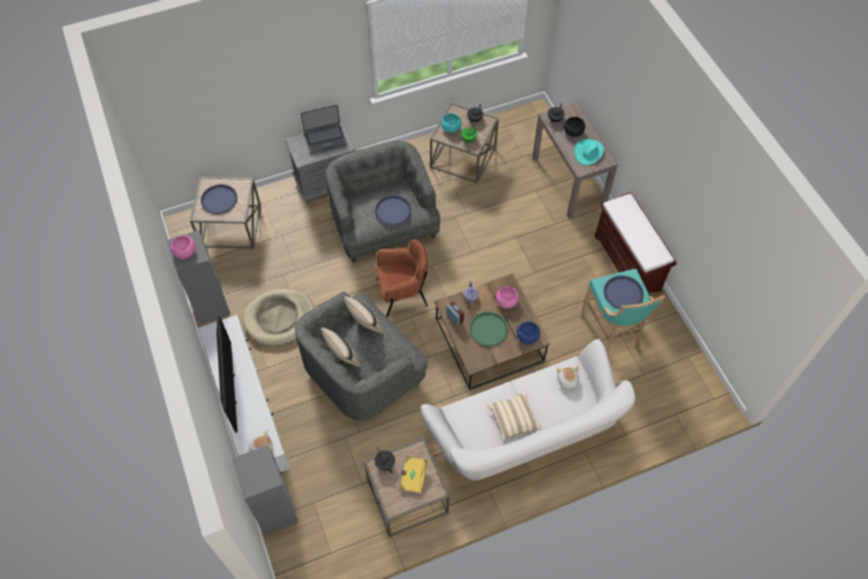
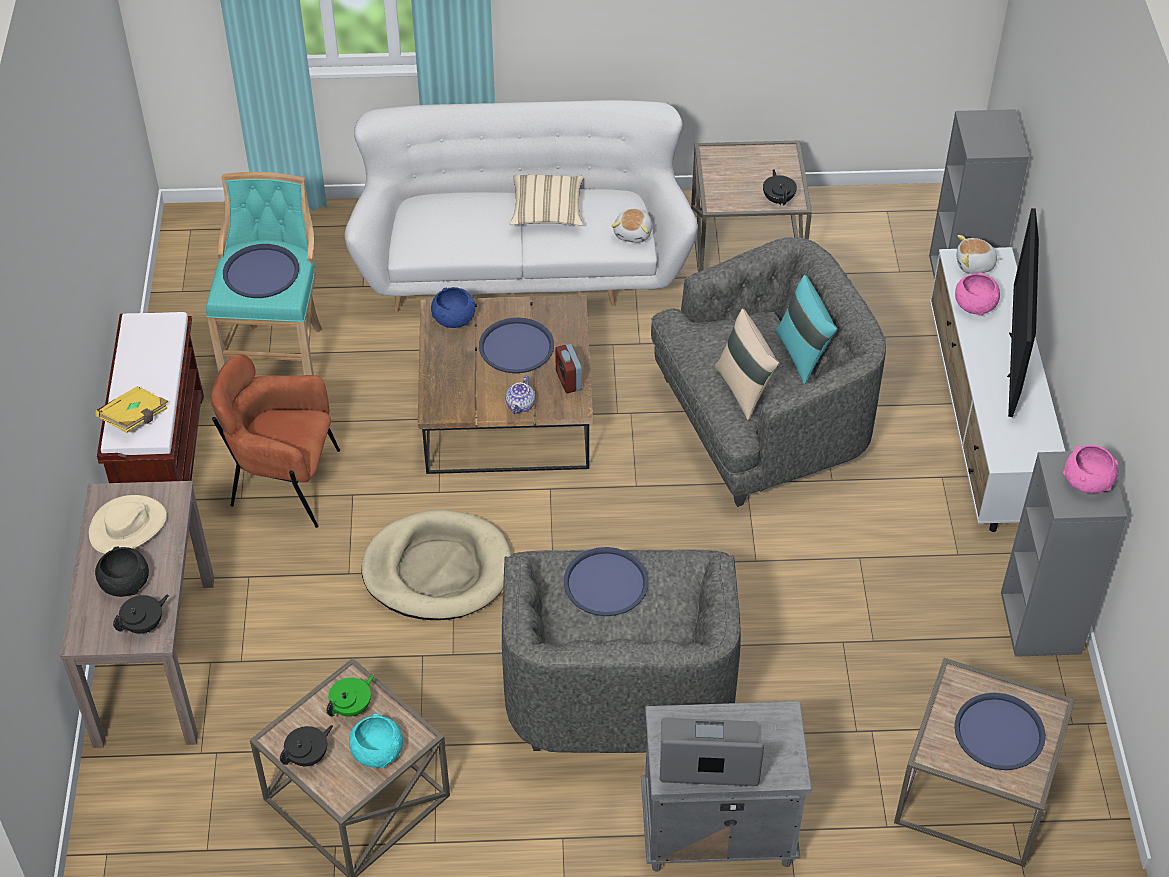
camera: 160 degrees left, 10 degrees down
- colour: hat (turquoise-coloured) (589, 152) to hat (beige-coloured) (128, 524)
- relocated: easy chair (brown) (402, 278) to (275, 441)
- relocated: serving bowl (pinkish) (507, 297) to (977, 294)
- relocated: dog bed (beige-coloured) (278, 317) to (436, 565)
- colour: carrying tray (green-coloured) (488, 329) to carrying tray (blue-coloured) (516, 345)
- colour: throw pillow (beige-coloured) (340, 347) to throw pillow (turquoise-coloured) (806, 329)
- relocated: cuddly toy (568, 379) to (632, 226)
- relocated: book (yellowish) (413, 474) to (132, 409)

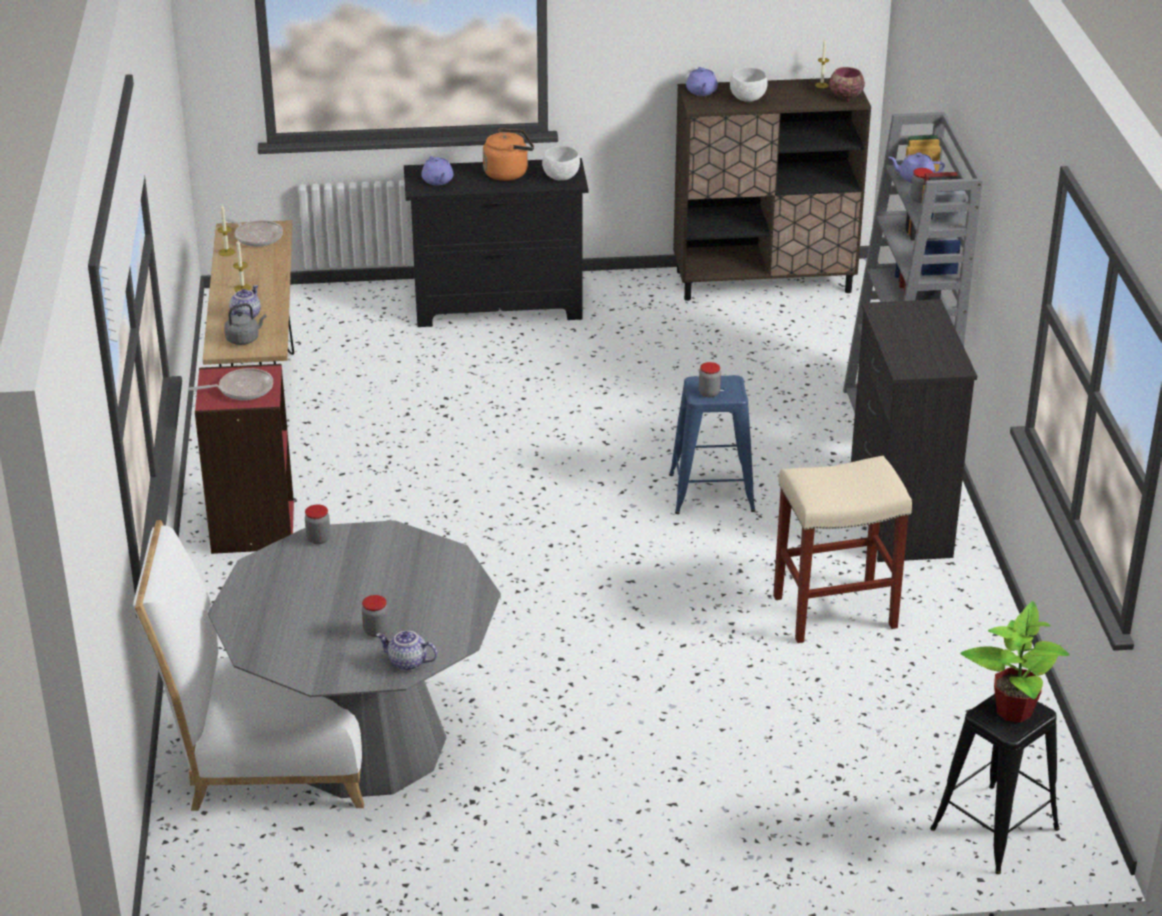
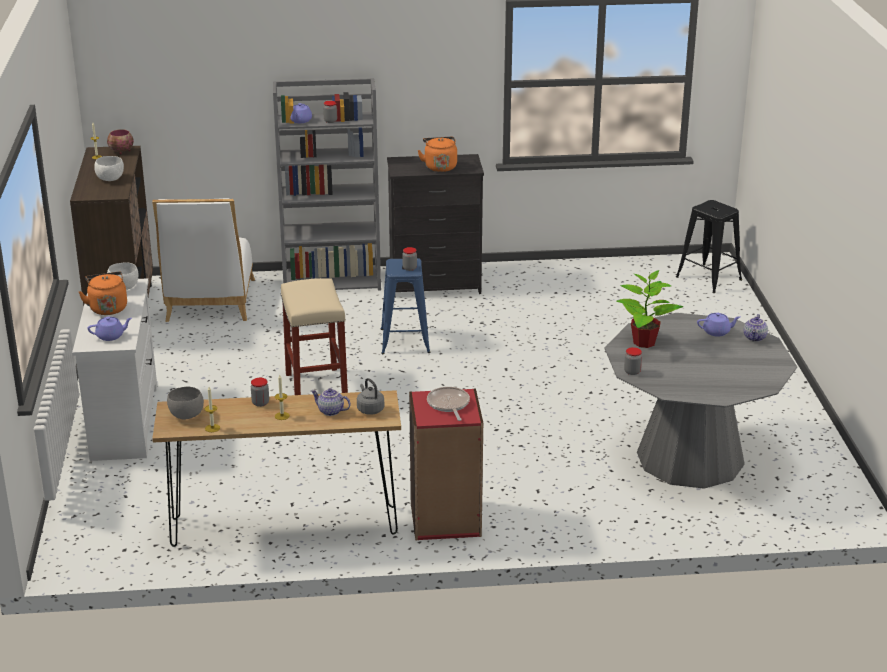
camera: 90 degrees left, 5 degrees down
- relocated: teapot (purplish) (702, 81) to (718, 325)
- colour: drawer chest (black) (496, 242) to drawer chest (white-coloured) (114, 369)
- exchanged: skillet (252, 232) to serving bowl (grey) (185, 403)
- relocated: stool (beige-coloured) (842, 549) to (314, 336)
- relocated: upright chair (white-coloured) (248, 665) to (203, 260)
- relocated: storage jar (375, 616) to (260, 392)
- relocated: houseplant (1015, 662) to (649, 309)
- appeared: water kettle (orange) (437, 154)

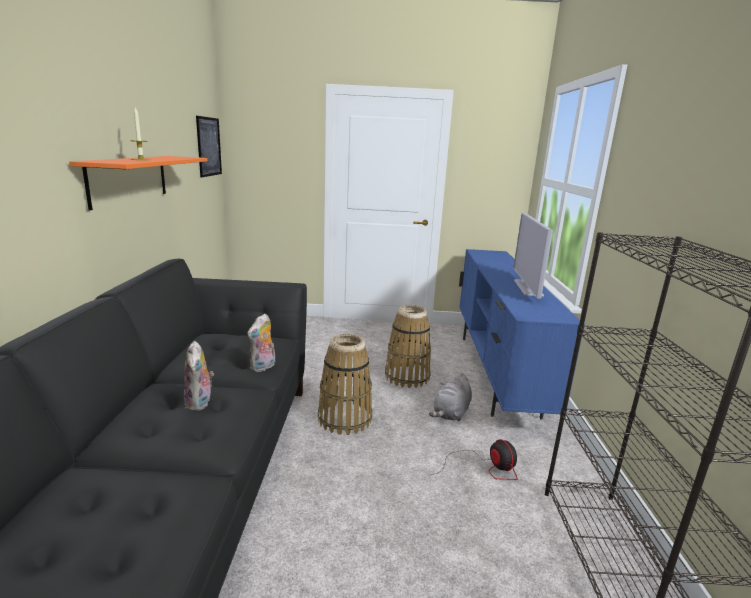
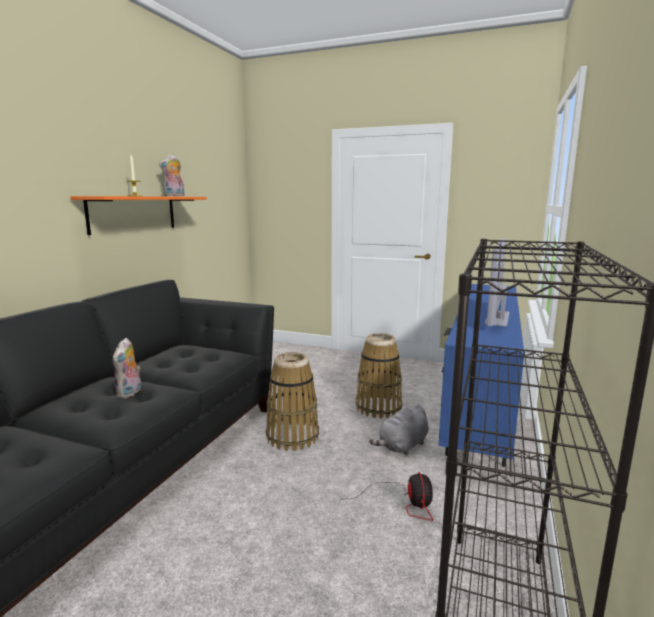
camera: 20 degrees right, 5 degrees down
- missing: wall art (209, 147)
- relocated: cuddly toy (261, 342) to (172, 175)

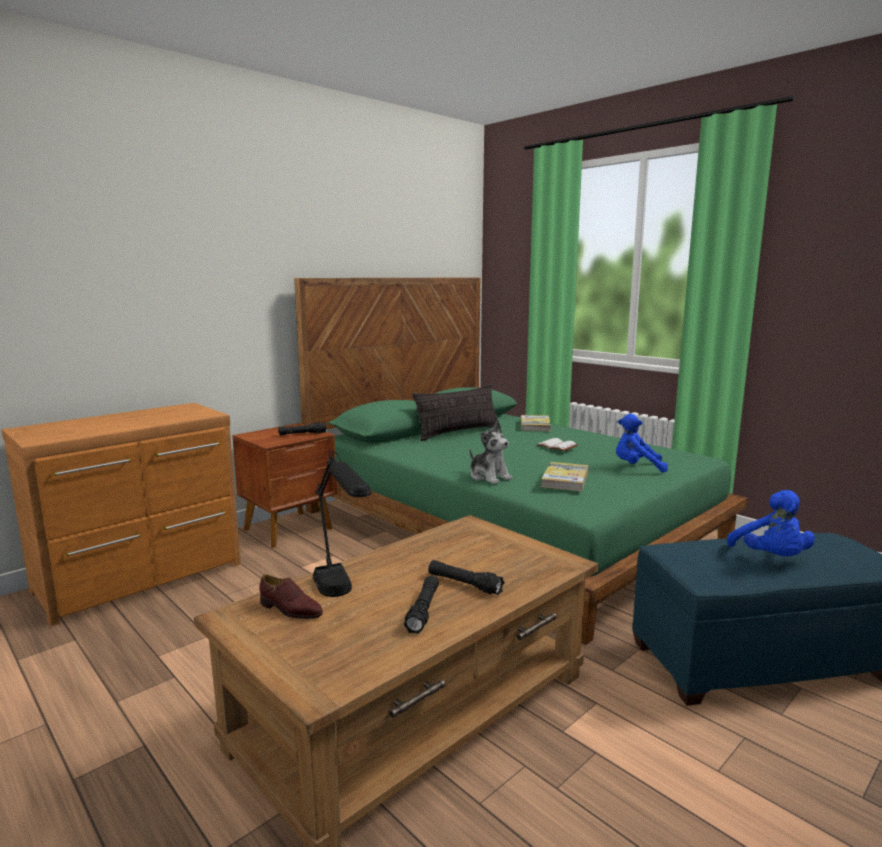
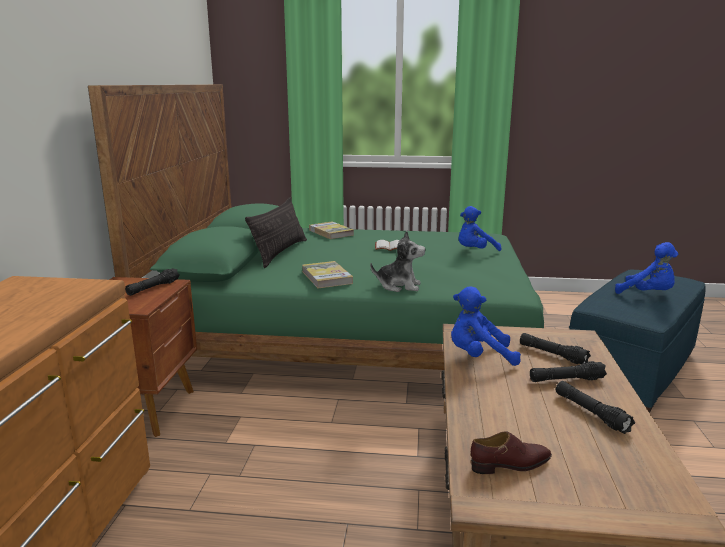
camera: 40 degrees left, 5 degrees up
- missing: lamp for a table (black) (342, 524)
- relocated: book (565, 476) to (327, 274)
- appeared: cuddly toy (blue-coloured) (486, 326)
- appeared: flashlight (black) (555, 348)

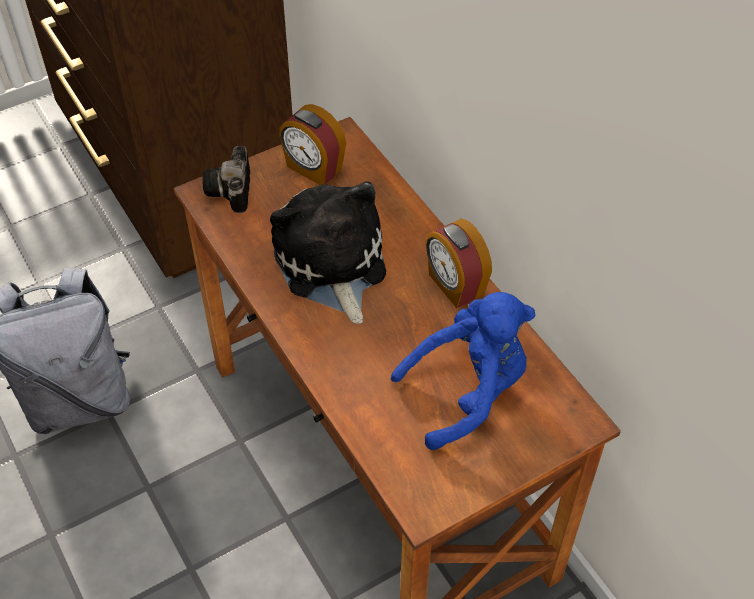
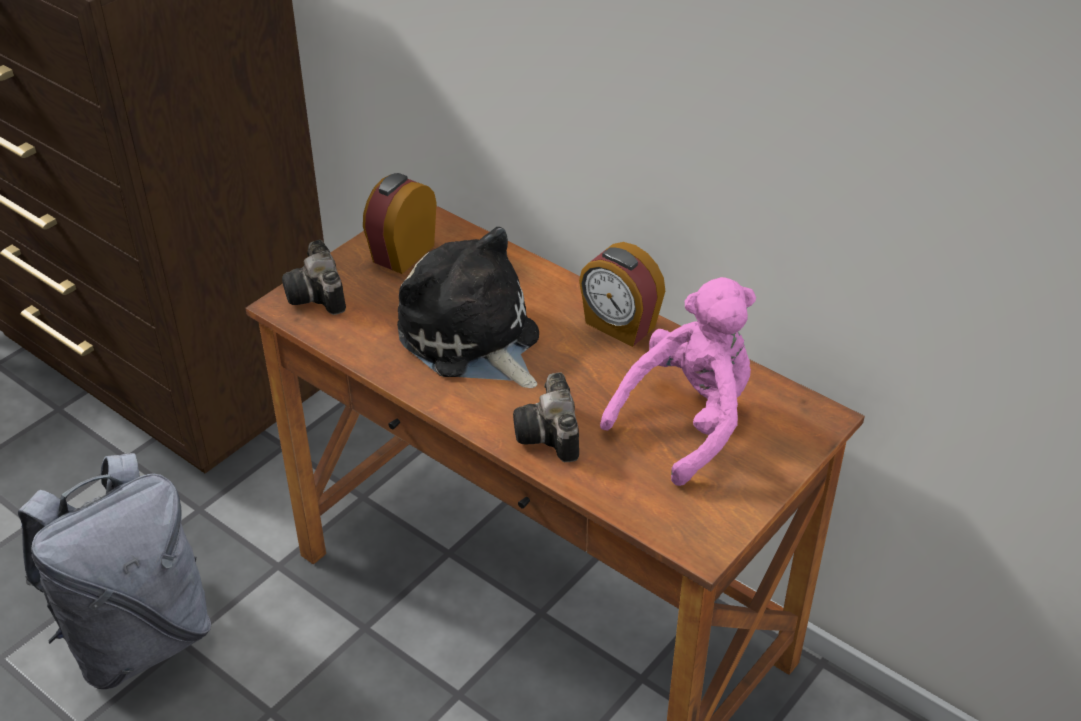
camera: 20 degrees left, 10 degrees down
- spun: bedside clock (312, 144) = (400, 223) 105 degrees clockwise
- colour: cuddly toy (blue-coloured) (463, 371) to cuddly toy (pinkish) (678, 381)
- appeared: still camera (546, 417)

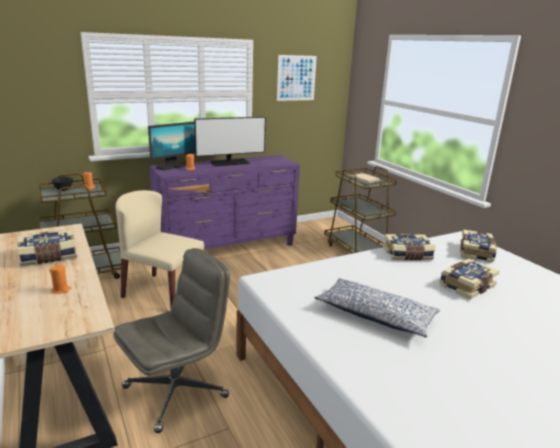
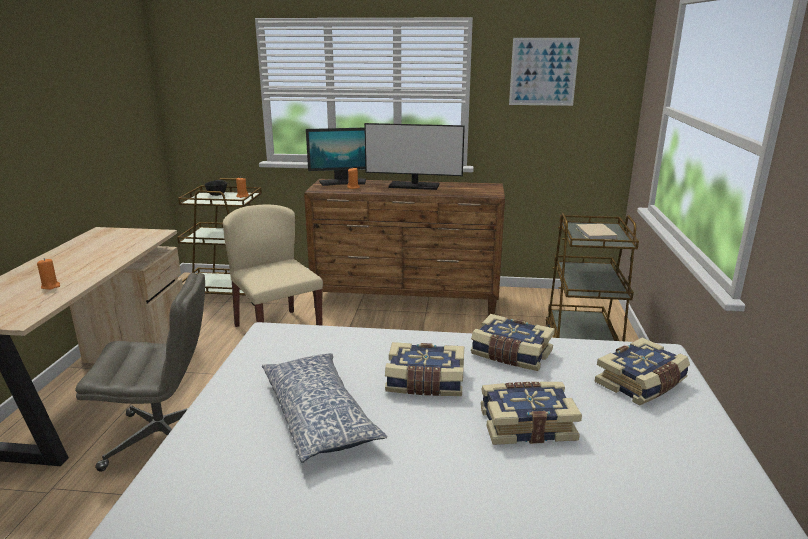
camera: 35 degrees right, 0 degrees up
- colour: drawer chest (purplish) (224, 202) to drawer chest (brown) (404, 247)
- relocated: book (47, 248) to (424, 369)

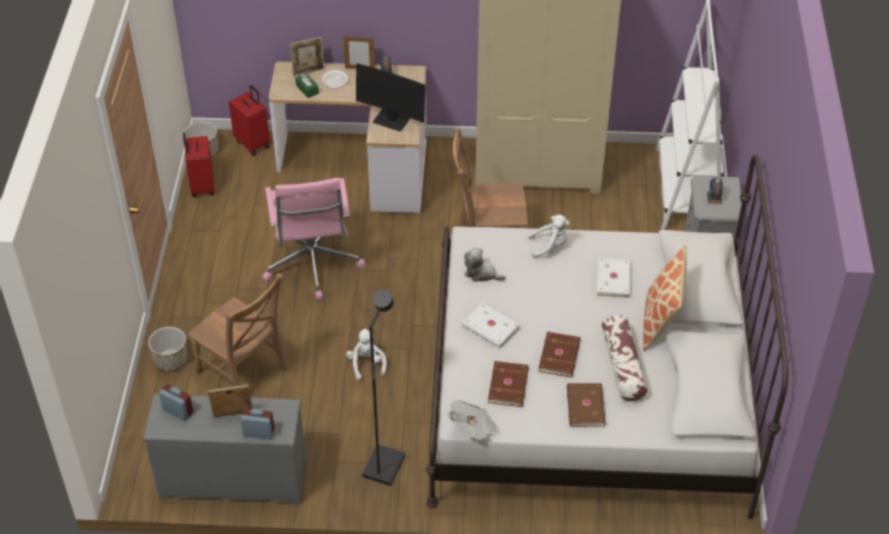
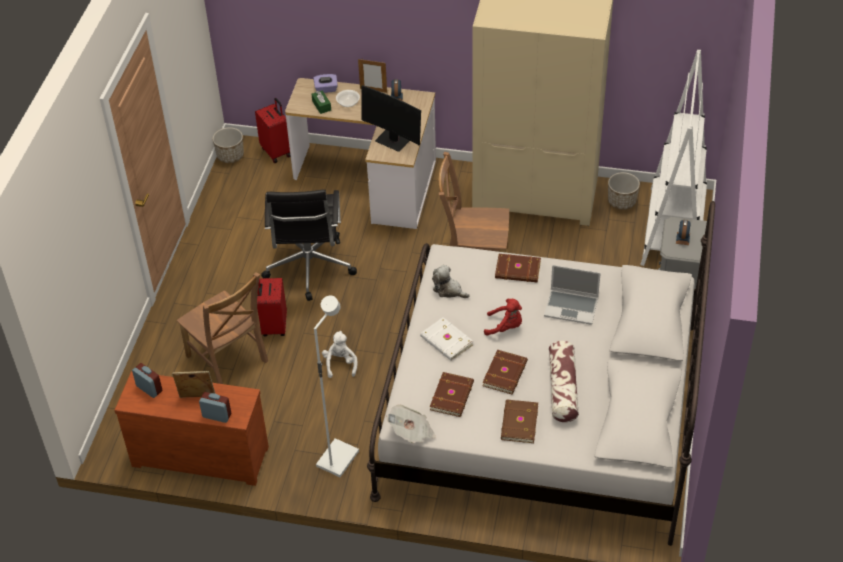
camera: 10 degrees right, 0 degrees up
- exchanged: photo frame (307, 57) to box of tissues (purplish) (325, 83)
- relocated: piece of luggage (red) (199, 165) to (272, 307)
- colour: desk chair (pinkish) (314, 239) to desk chair (black) (309, 245)
- exchanged: cuddly toy (white-coloured) (548, 236) to book (brown) (518, 268)
- missing: throw pillow (665, 298)
- exchanged: book (white-coloured) (614, 278) to laptop (572, 295)
- colour: standing lamp (black) (383, 388) to standing lamp (white-coloured) (336, 386)
- relocated: planter (168, 349) to (624, 191)
- colour: drawer chest (grey) (224, 449) to drawer chest (brown) (191, 428)
- appeared: cuddly toy (red) (503, 317)

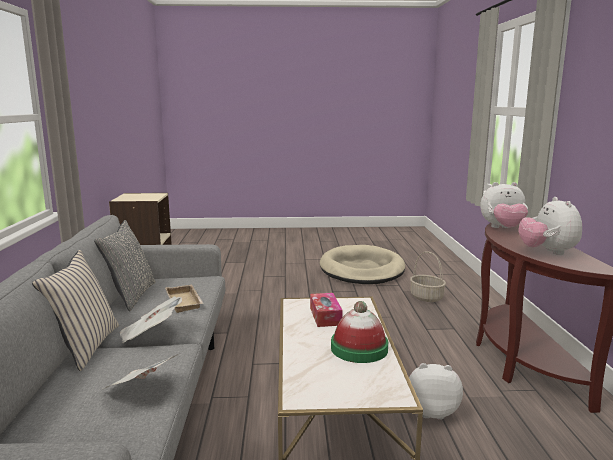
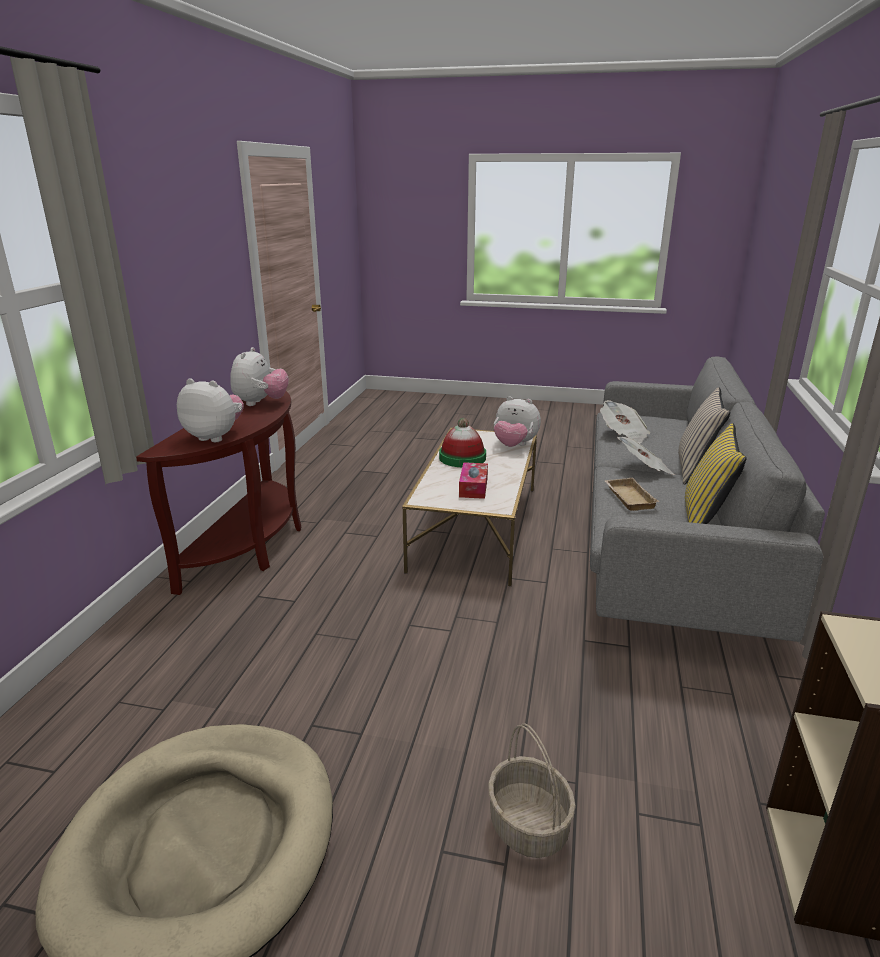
camera: 165 degrees left, 10 degrees up
- colour: throw pillow (grey) (125, 265) to throw pillow (yellowish) (716, 473)
- relocated: storage basket (428, 276) to (532, 790)
- relocated: cuddly toy (436, 391) to (517, 421)

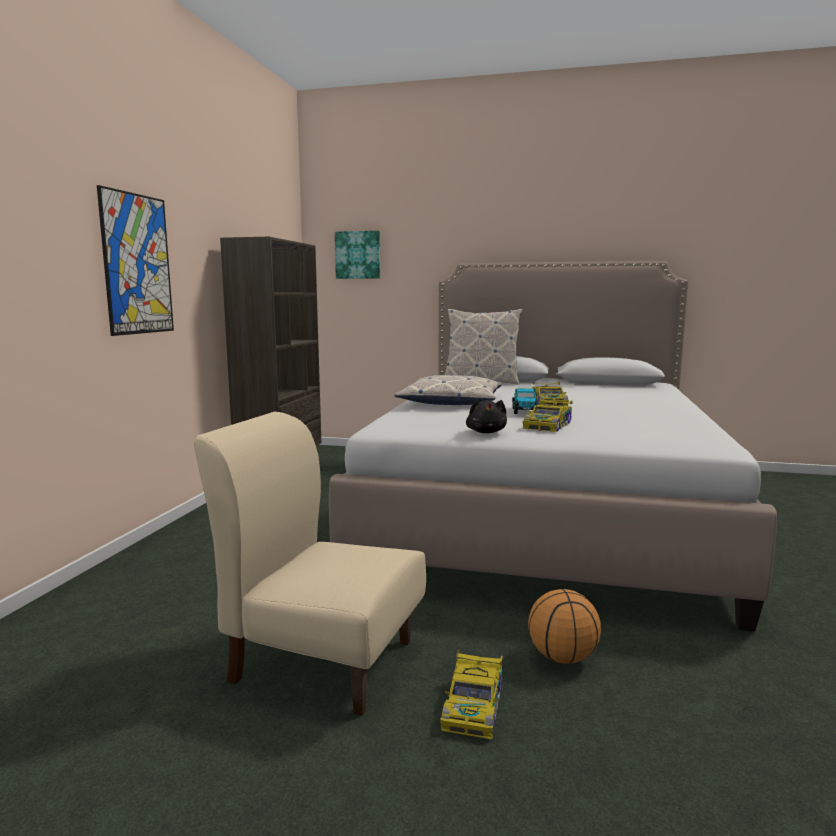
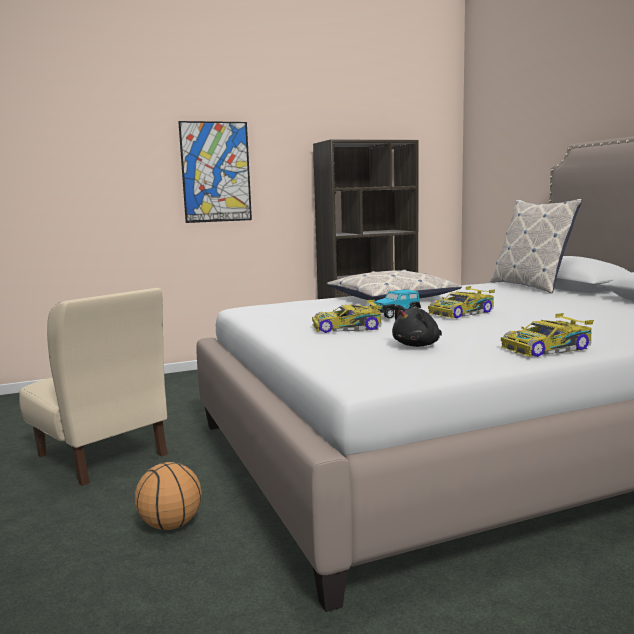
camera: 55 degrees right, 0 degrees up
- missing: wall art (357, 255)
- relocated: cuddly toy (black) (486, 416) to (417, 326)
- spun: upright chair (beige-coloured) (310, 564) = (93, 387) 150 degrees clockwise
- relocated: model car (471, 694) to (547, 335)

